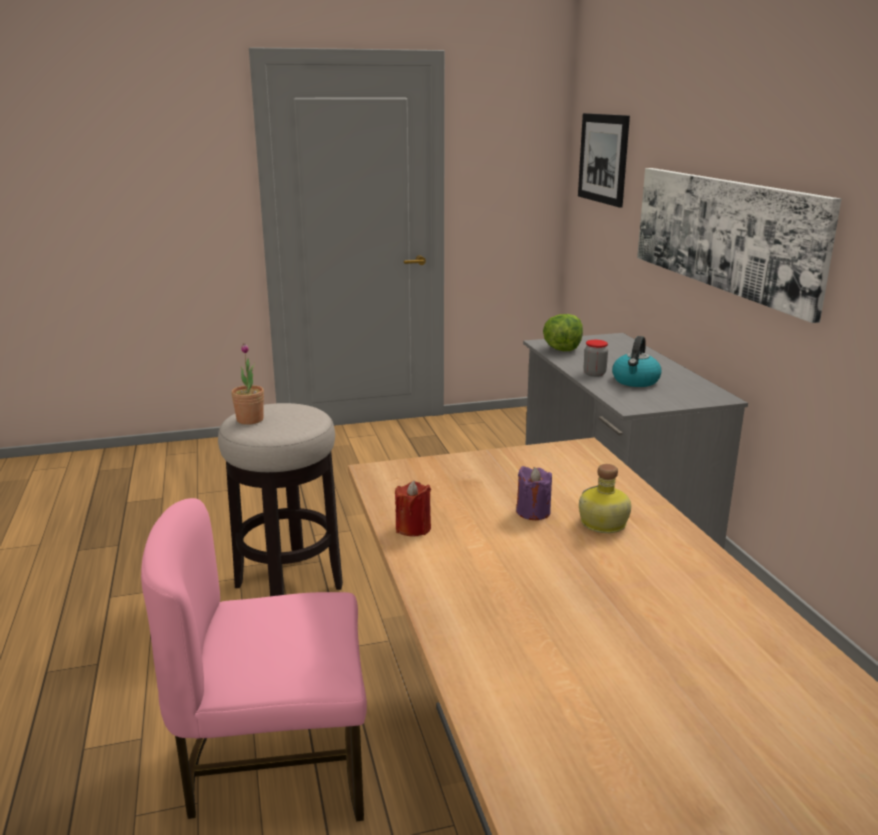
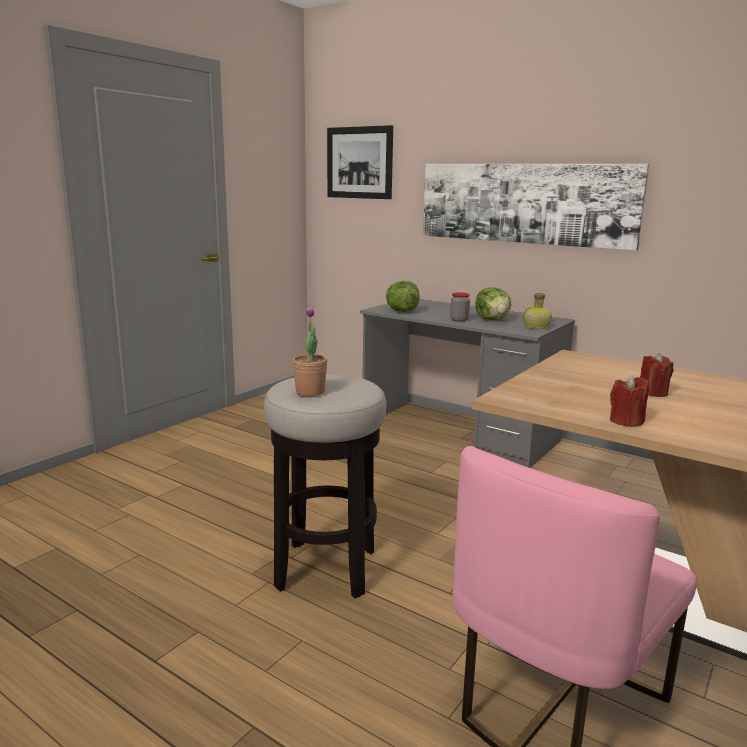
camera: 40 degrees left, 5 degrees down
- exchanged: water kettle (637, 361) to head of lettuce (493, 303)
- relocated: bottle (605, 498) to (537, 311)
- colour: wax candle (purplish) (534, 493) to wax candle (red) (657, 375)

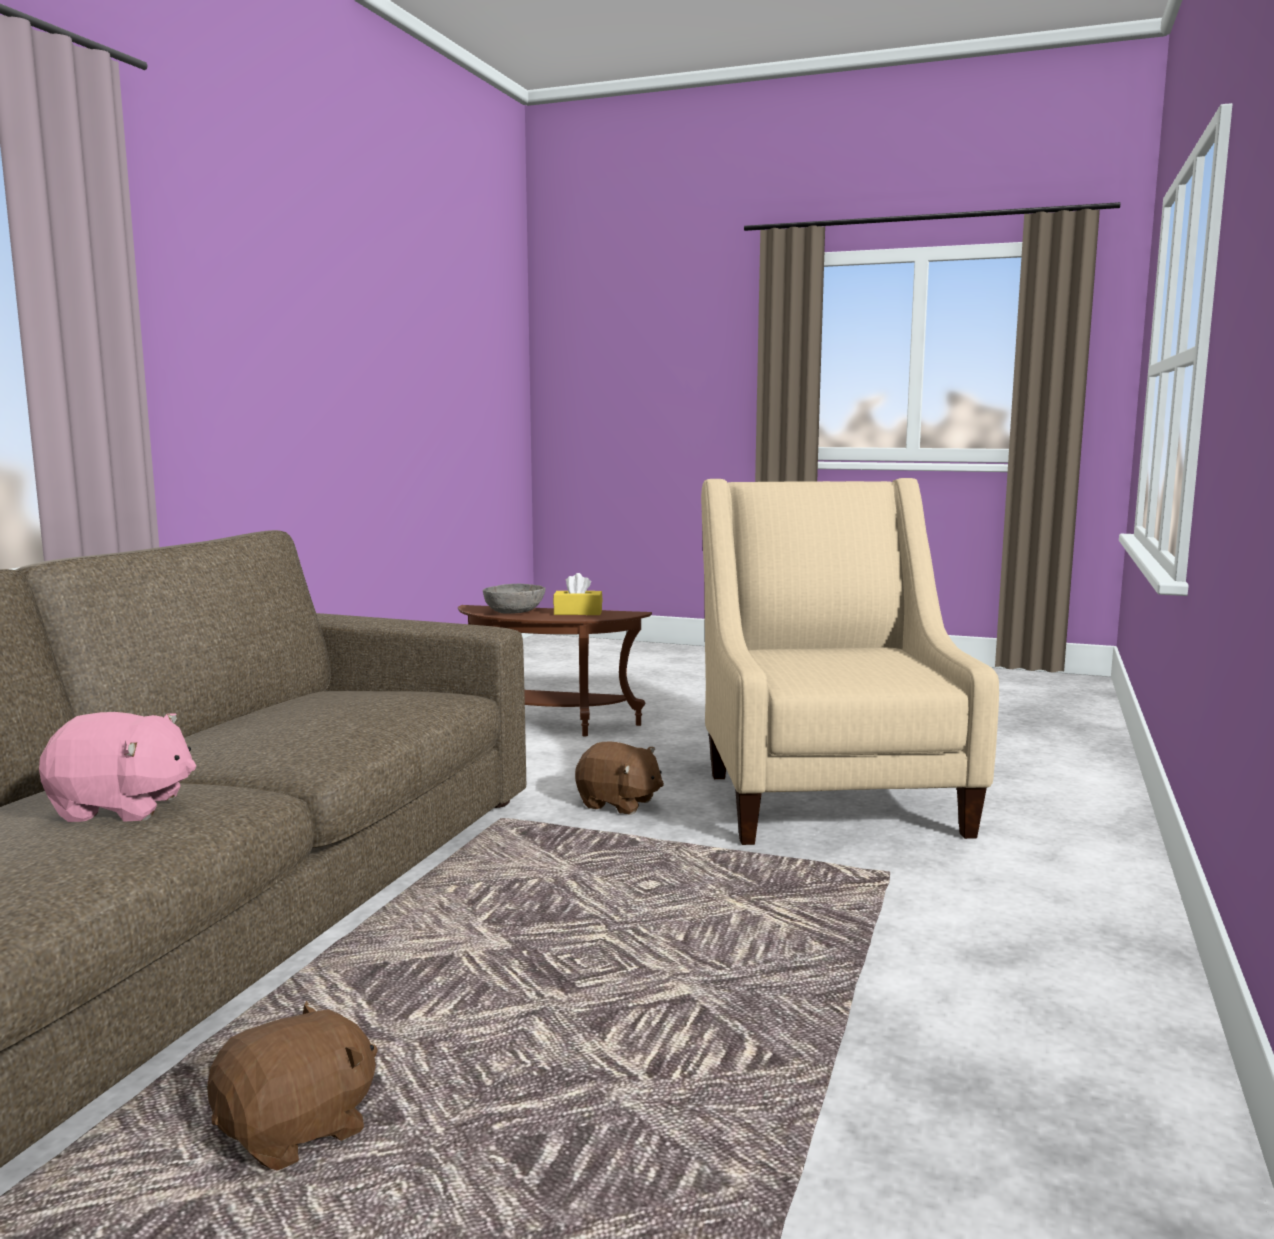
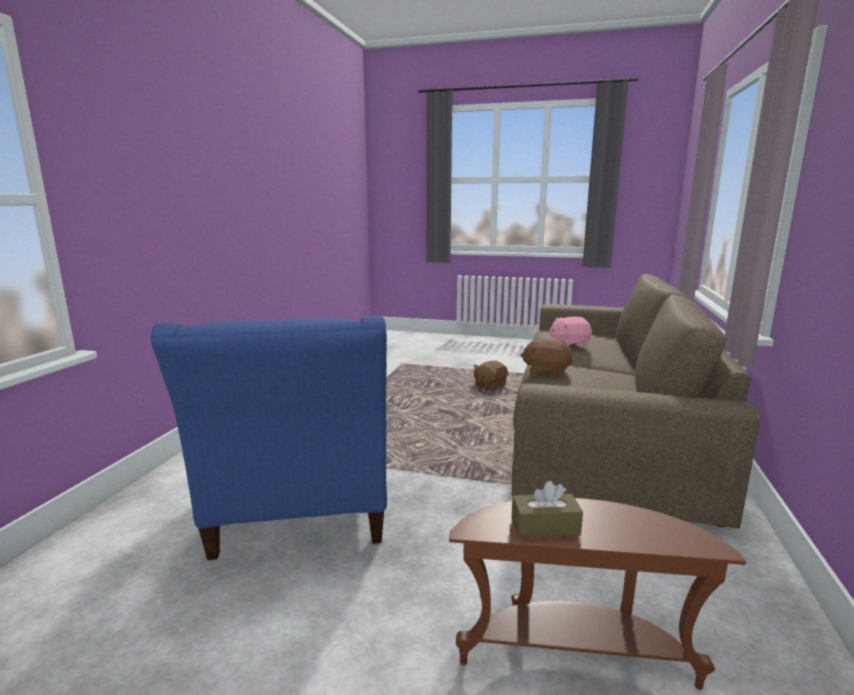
camera: 175 degrees right, 5 degrees up
- colour: easy chair (beige-coloured) (850, 661) to easy chair (blue-coloured) (269, 438)
- colour: box of tissues (yellowish) (578, 594) to box of tissues (brown) (547, 509)
- missing: serving bowl (grey) (514, 598)
- relocated: cuddly toy (brown) (619, 778) to (546, 358)

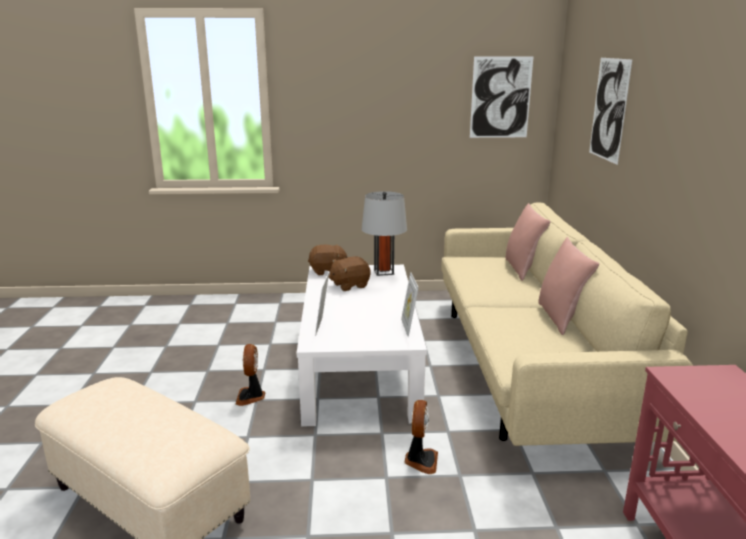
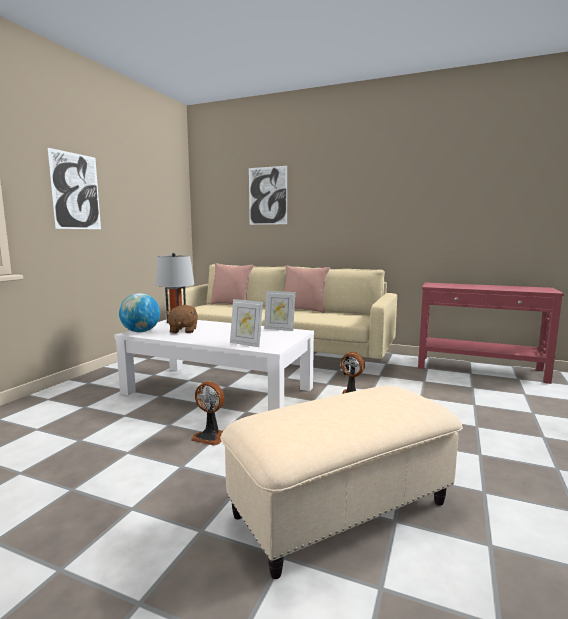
camera: 65 degrees left, 10 degrees down
- relocated: wall art (501, 97) to (74, 188)
- exchanged: cuddly toy (brown) (328, 259) to desk globe (139, 312)

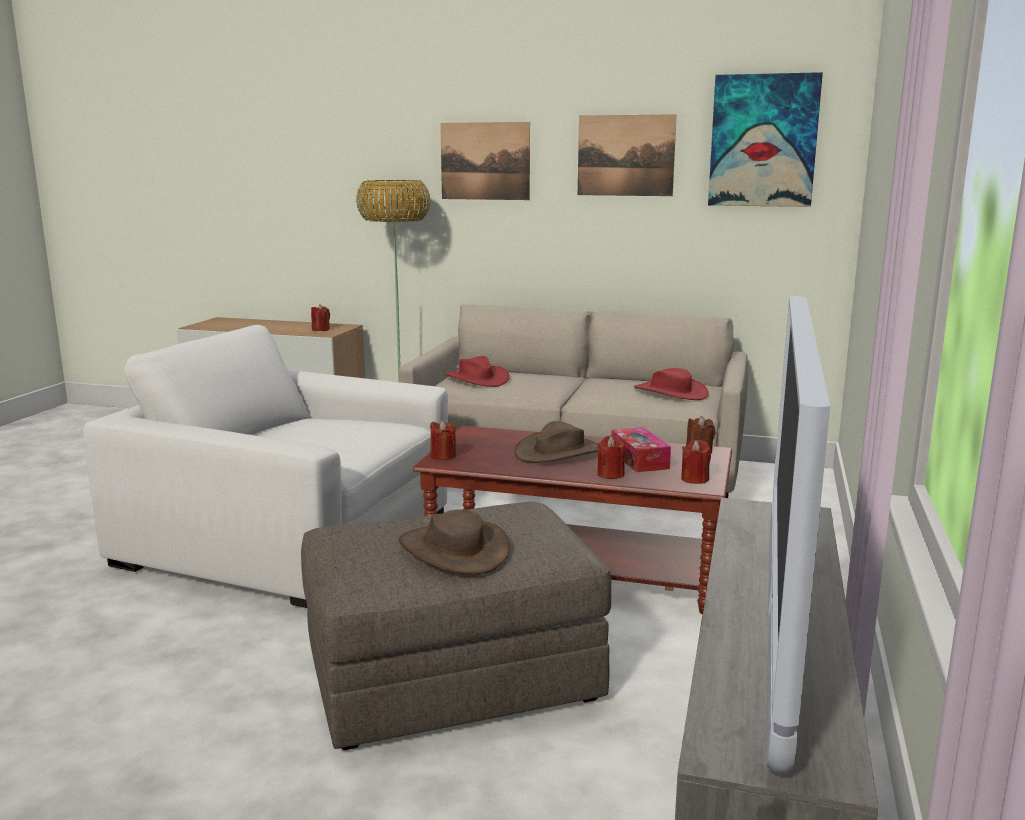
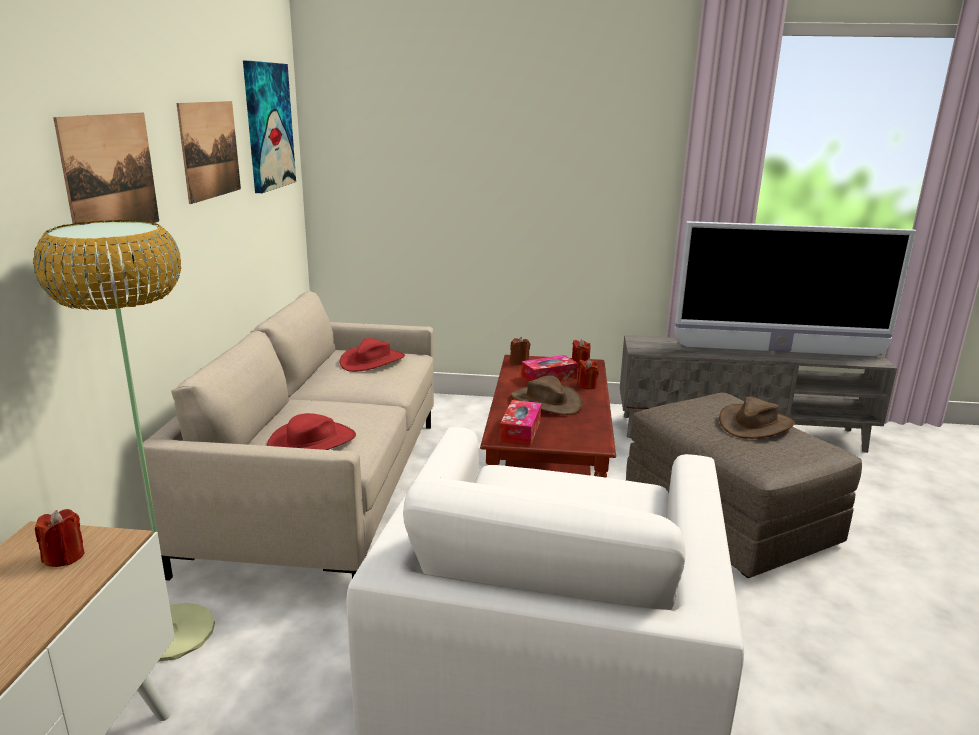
camera: 100 degrees left, 5 degrees up
- missing: wax candle (red) (443, 440)
- appeared: box of tissues (520, 423)

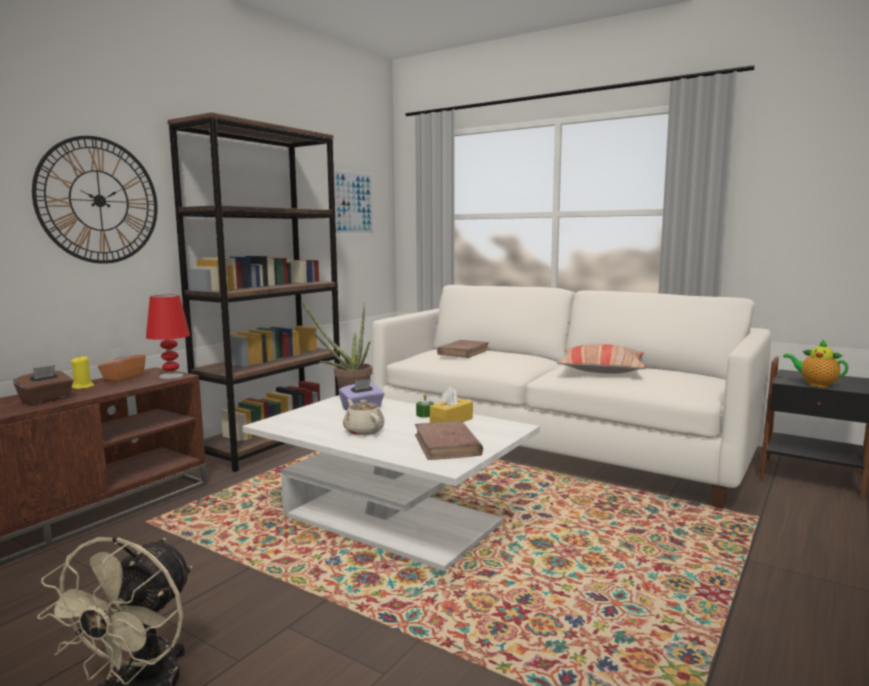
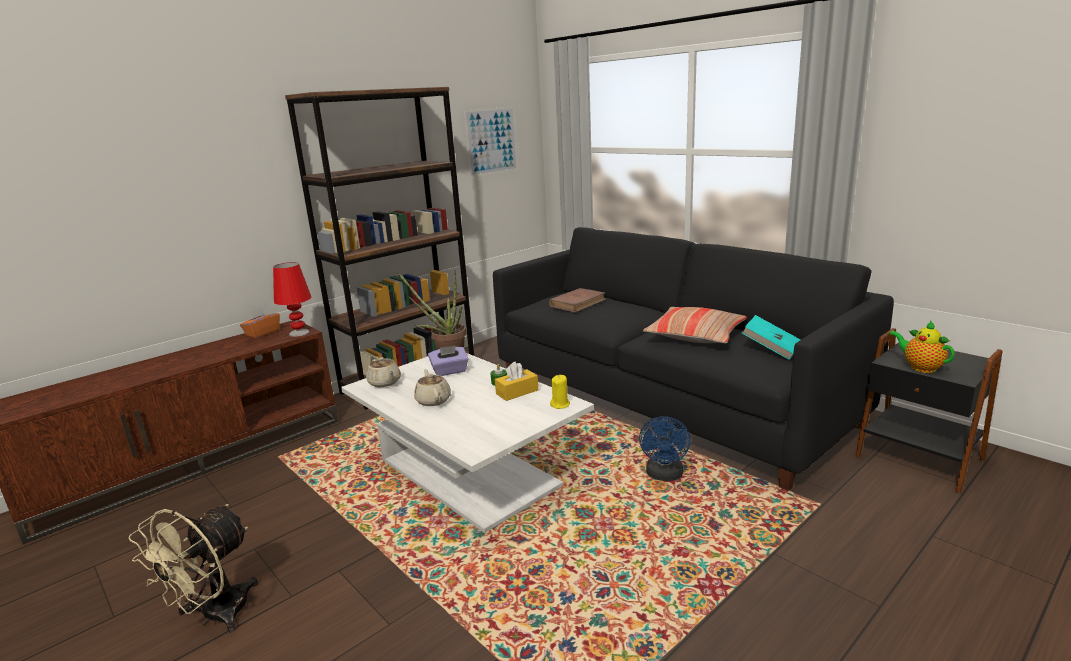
camera: 15 degrees right, 10 degrees up
- missing: hanging clock (95, 200)
- colour: settee (white-coloured) (571, 397) to settee (black) (693, 359)
- relocated: wax candle (yellowish) (82, 372) to (560, 392)
- missing: box of tissues (brown) (43, 385)
- missing: book (brown) (449, 440)
- appeared: book (turquoise-coloured) (771, 337)
- appeared: teapot (beige-coloured) (383, 372)
- appeared: fan (blue-coloured) (665, 448)

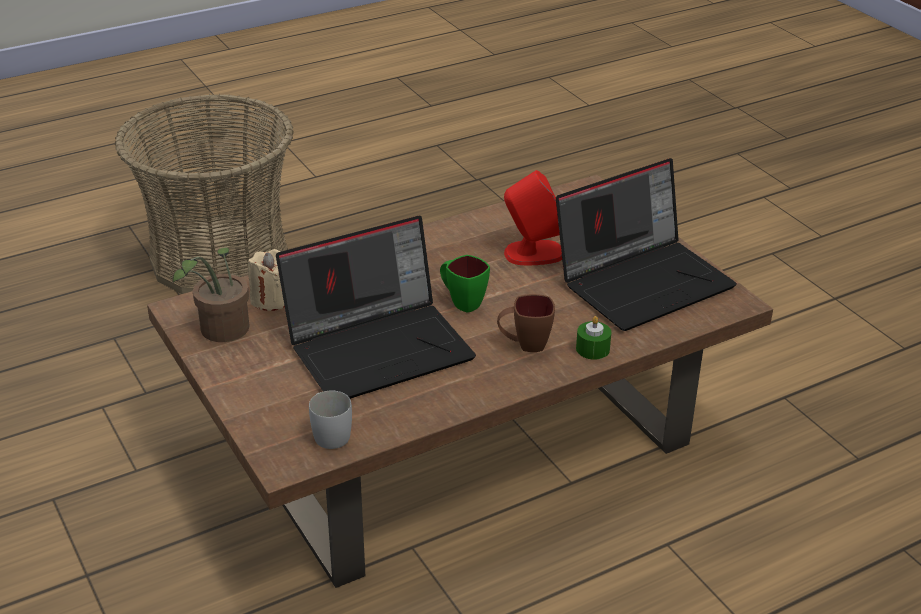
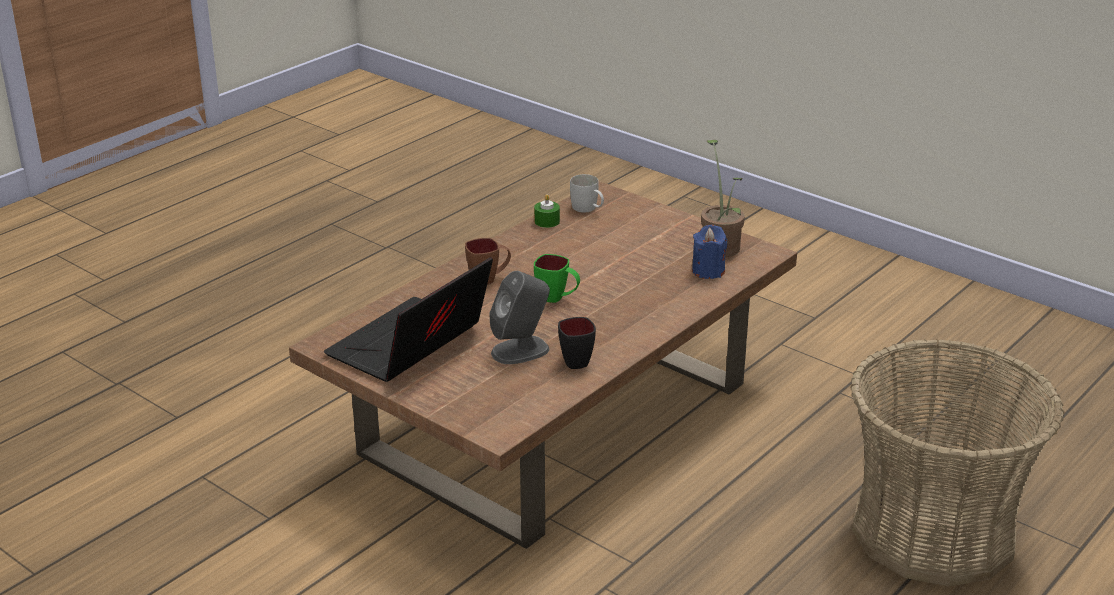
camera: 160 degrees right, 5 degrees down
- colour: loudspeaker (red) (533, 218) to loudspeaker (grey) (519, 317)
- missing: laptop (376, 307)
- colour: wax candle (beige-coloured) (266, 280) to wax candle (blue-coloured) (709, 252)
- relocated: wax candle (green-coloured) (594, 338) to (547, 211)
- appeared: tea mug (black) (577, 343)

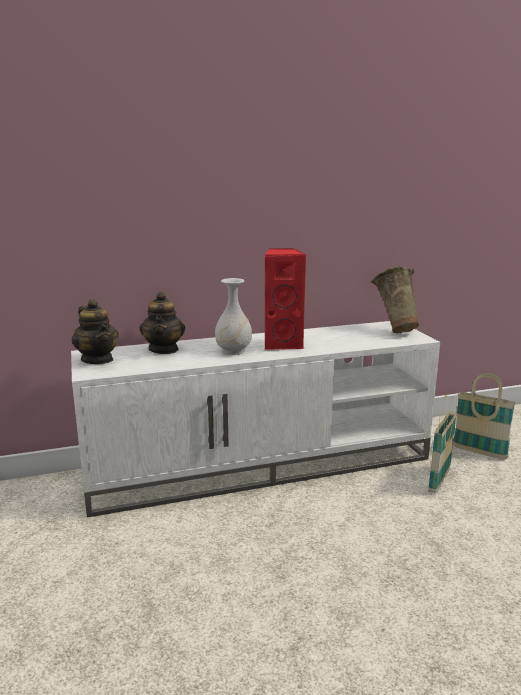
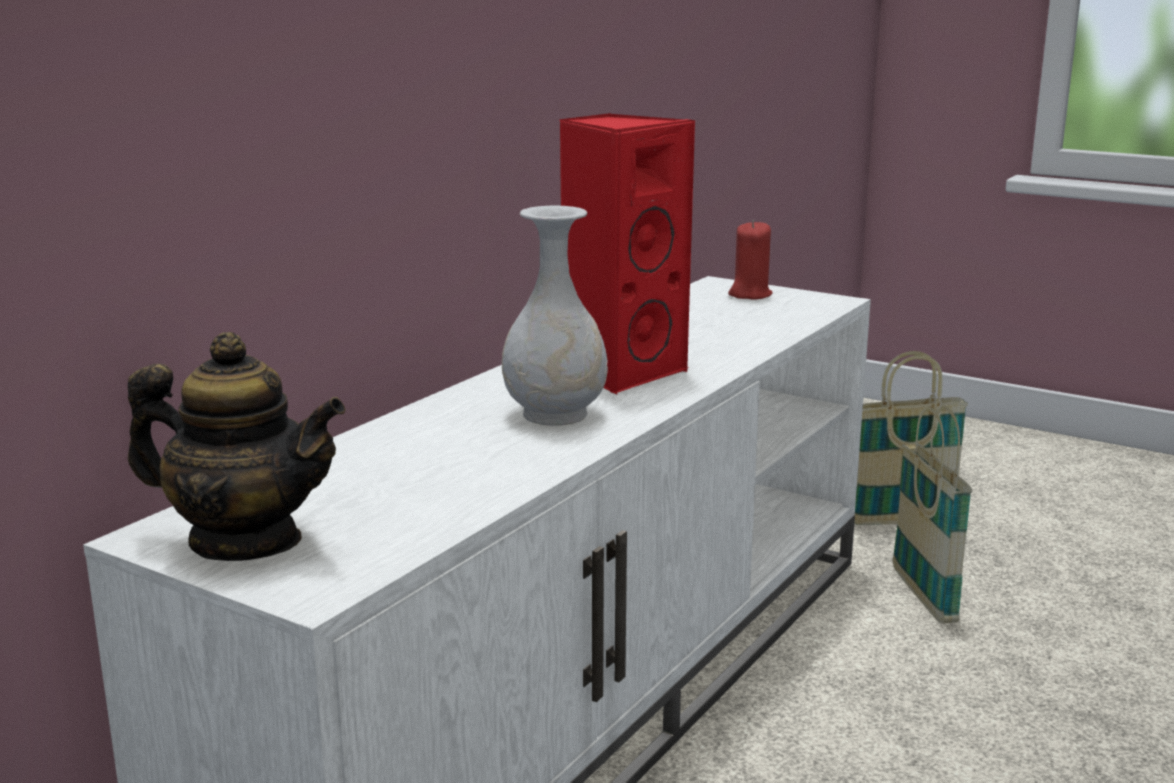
camera: 40 degrees left, 0 degrees up
- exchanged: decorative vase (beige-coloured) (395, 300) to wax candle (red) (750, 260)
- missing: teapot (162, 323)

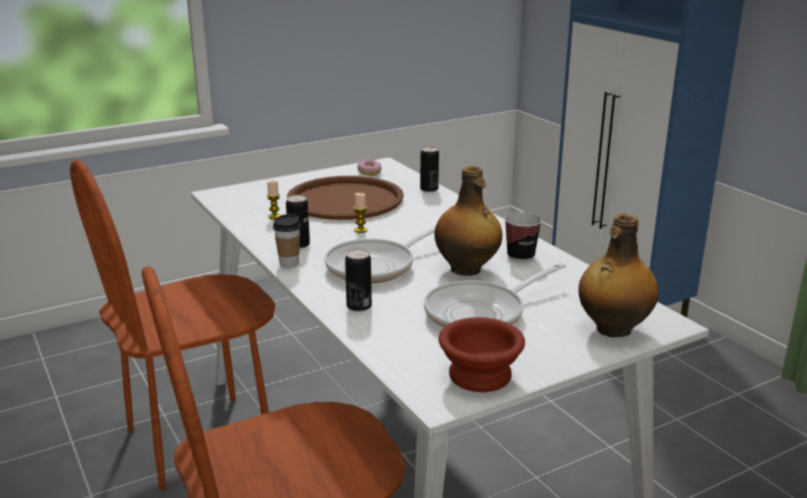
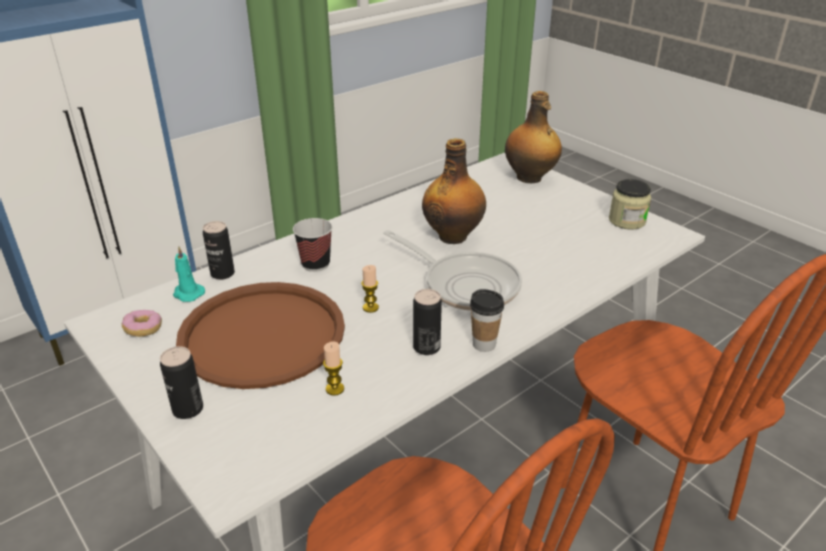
camera: 100 degrees left, 10 degrees up
- relocated: drinking cup (523, 237) to (312, 245)
- relocated: can (358, 280) to (181, 382)
- missing: skillet (495, 295)
- exchanged: serving bowl (brown) (482, 354) to storage jar (630, 204)
- appeared: wax candle (turquoise-coloured) (189, 274)

